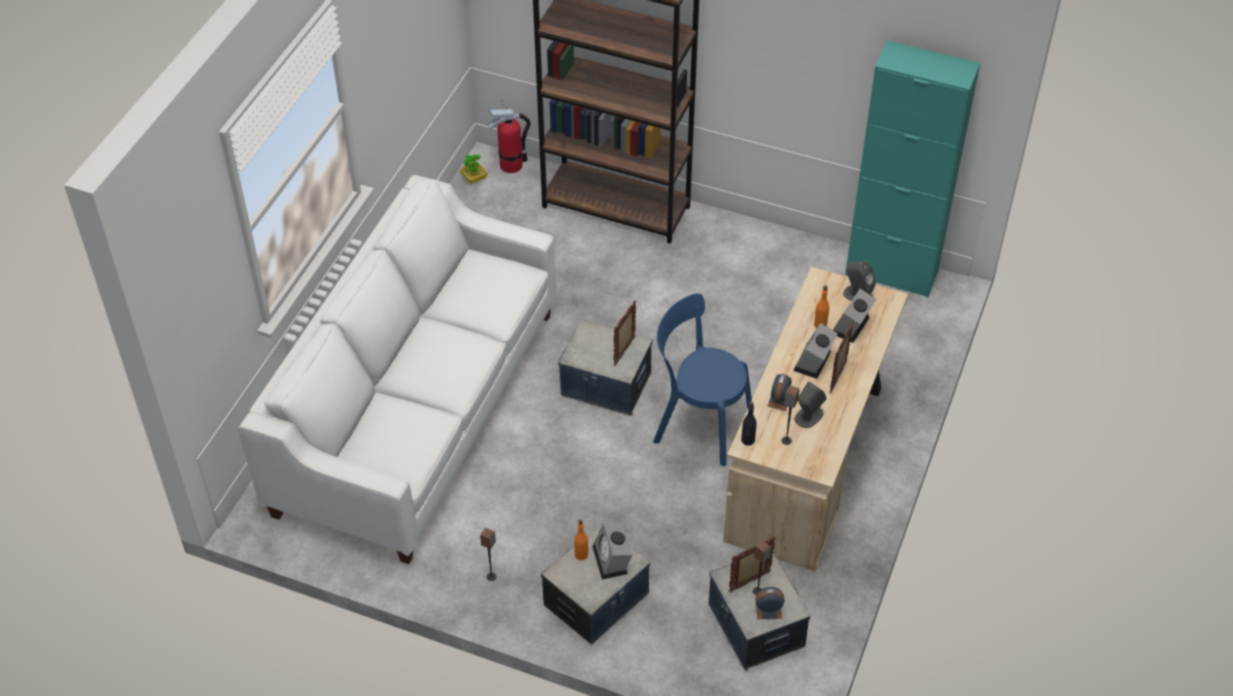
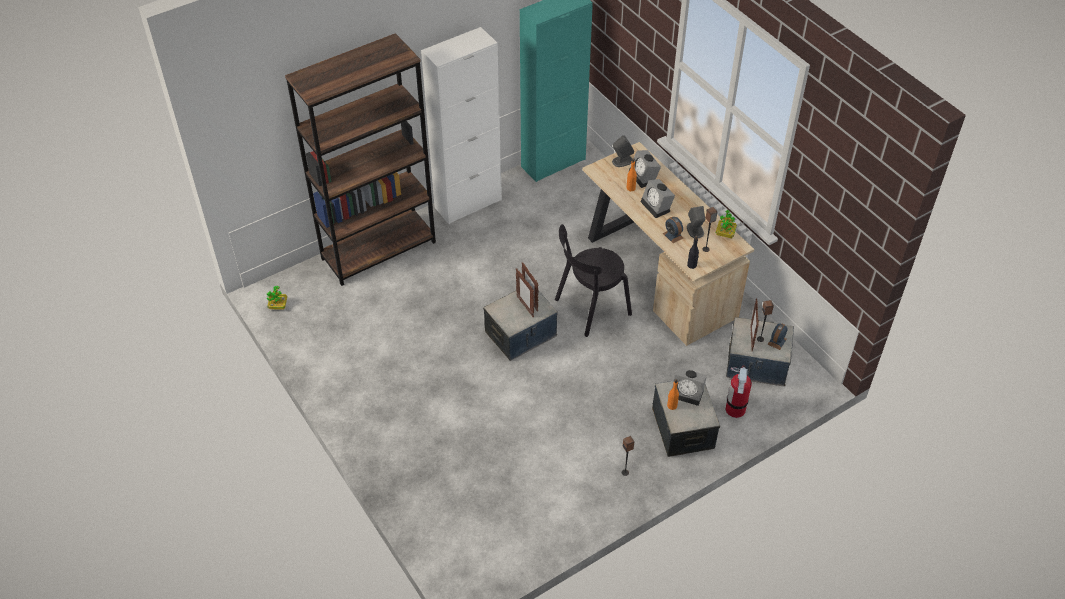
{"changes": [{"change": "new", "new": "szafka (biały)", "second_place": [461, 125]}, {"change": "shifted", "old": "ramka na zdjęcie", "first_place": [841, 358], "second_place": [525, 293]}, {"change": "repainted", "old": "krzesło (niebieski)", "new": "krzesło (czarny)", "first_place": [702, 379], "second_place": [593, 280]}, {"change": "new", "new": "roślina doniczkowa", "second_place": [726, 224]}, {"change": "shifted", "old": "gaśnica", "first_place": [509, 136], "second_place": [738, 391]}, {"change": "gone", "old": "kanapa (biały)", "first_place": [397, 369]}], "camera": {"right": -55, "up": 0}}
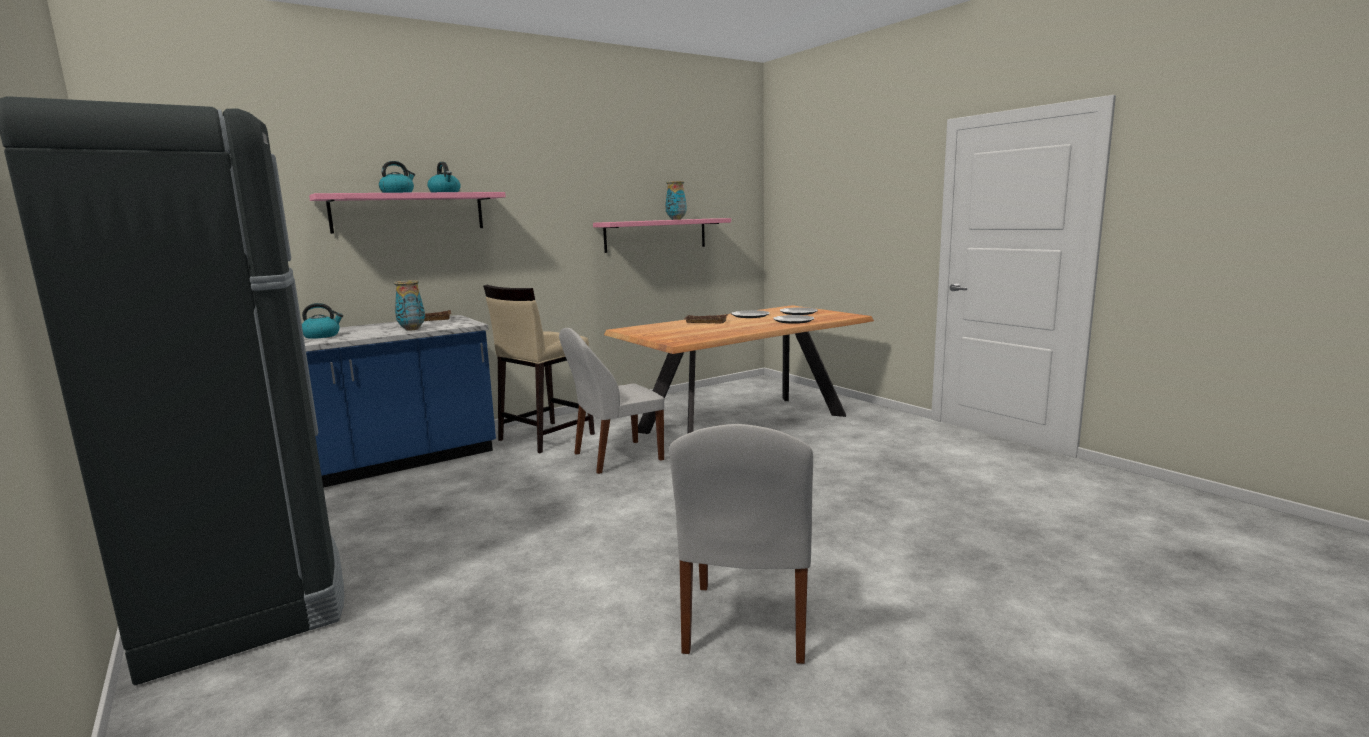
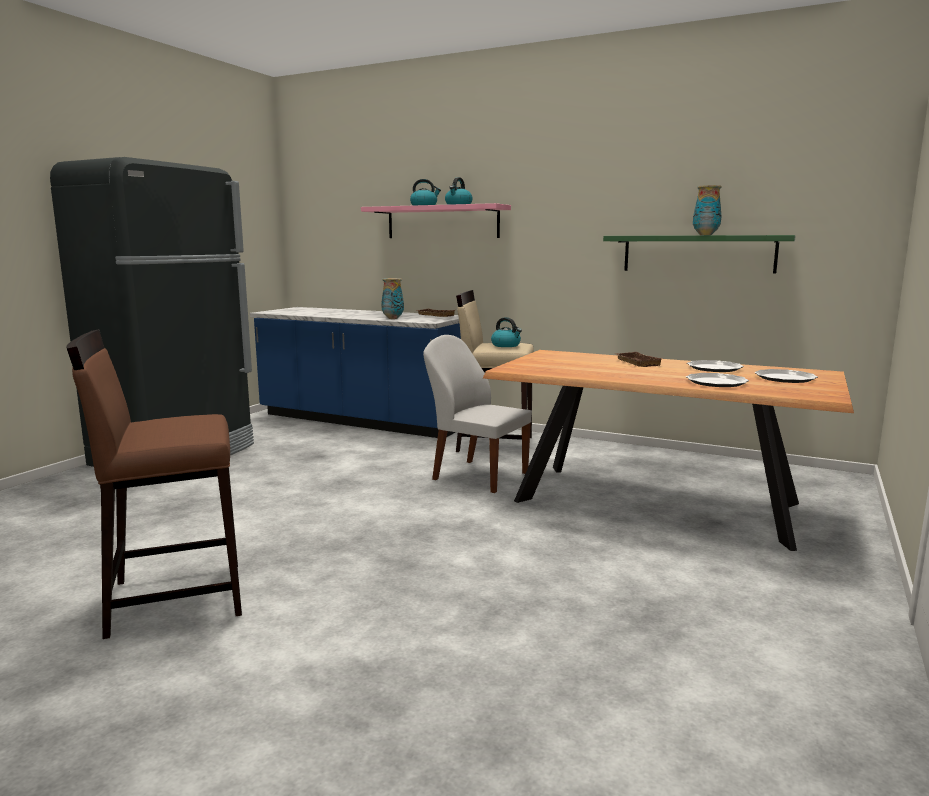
{"changes": [{"change": "swapped", "old": "krzesło (biały)", "new": "stołek (brązowy)", "first_place": [741, 544], "second_place": [154, 484]}, {"change": "shifted", "old": "czajnik", "first_place": [322, 321], "second_place": [506, 332]}, {"change": "repainted", "old": "półka (różowy)", "new": "półka (zielony)", "first_place": [662, 235], "second_place": [699, 254]}], "camera": {"right": 60, "up": 0}}
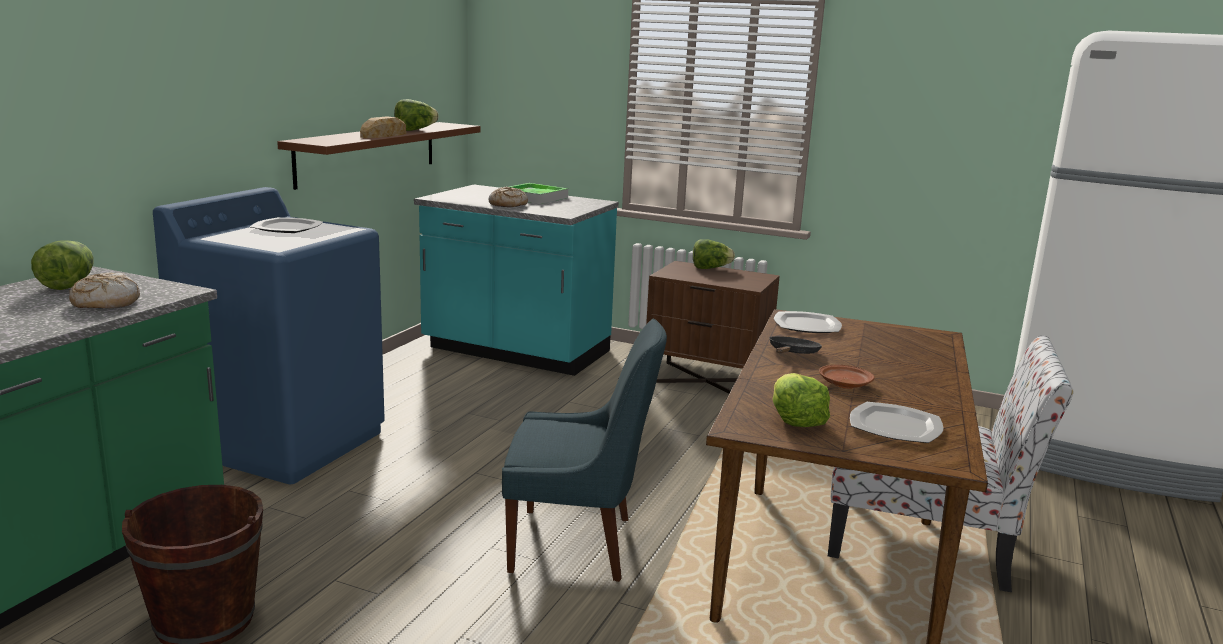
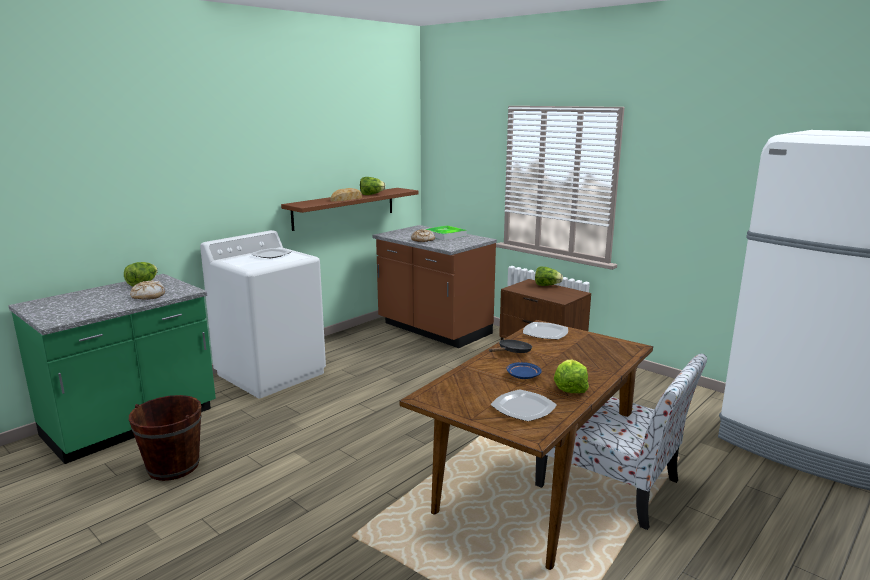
{"changes": [{"change": "repainted", "old": "pralka (niebieski)", "new": "pralka (biały)", "first_place": [269, 335], "second_place": [263, 314]}, {"change": "repainted", "old": "zabudowa kuchenna (turkusowy)", "new": "zabudowa kuchenna (brązowy)", "first_place": [516, 280], "second_place": [434, 286]}, {"change": "repainted", "old": "talerz (brązowy)", "new": "talerz (niebieski)", "first_place": [847, 377], "second_place": [524, 370]}, {"change": "shifted", "old": "sałata", "first_place": [801, 400], "second_place": [571, 376]}, {"change": "gone", "old": "krzesło (niebieski)", "first_place": [584, 450]}], "camera": {"right": 20, "up": 0}}
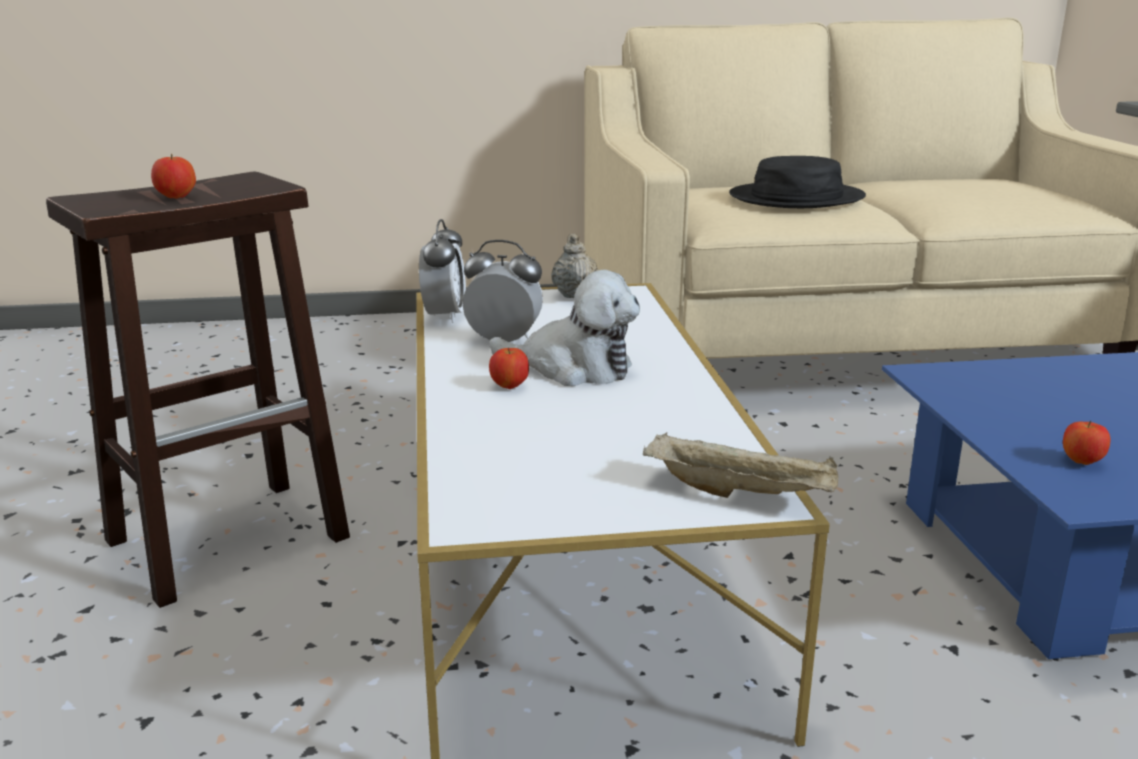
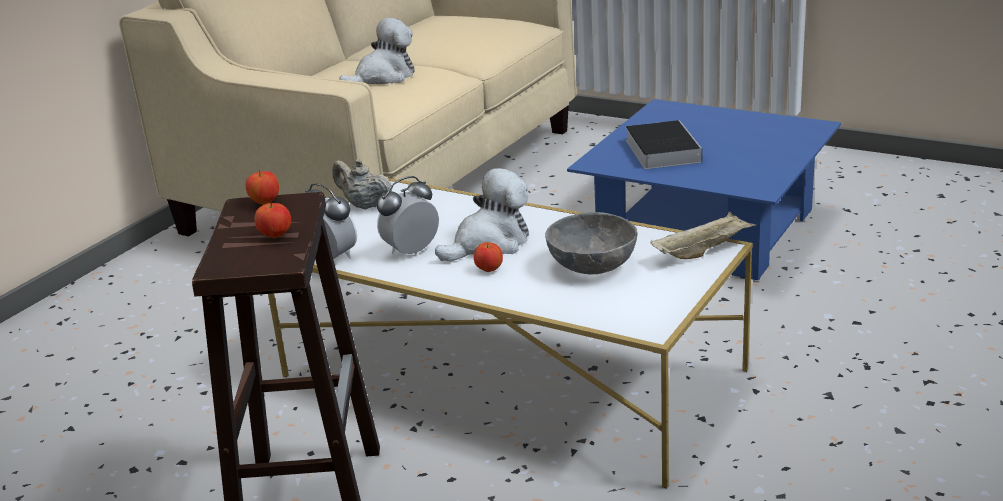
{"changes": [{"change": "shifted", "old": "jabłko", "first_place": [1086, 442], "second_place": [262, 187]}, {"change": "swapped", "old": "kapelusz (czarny)", "new": "pluszak", "first_place": [797, 182], "second_place": [377, 51]}, {"change": "new", "new": "miska (szary)", "second_place": [591, 243]}, {"change": "new", "new": "książka", "second_place": [664, 144]}], "camera": {"right": -50, "up": 5}}
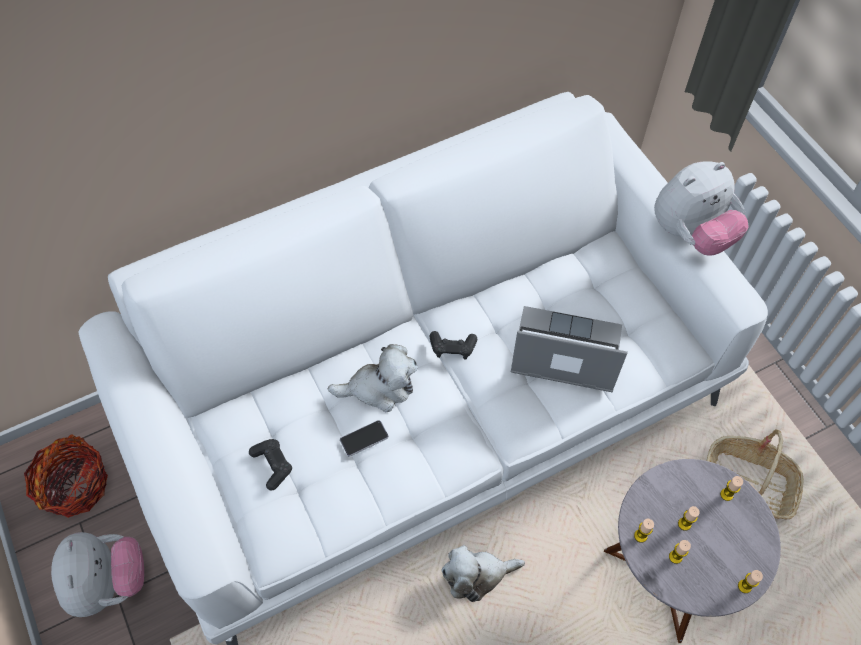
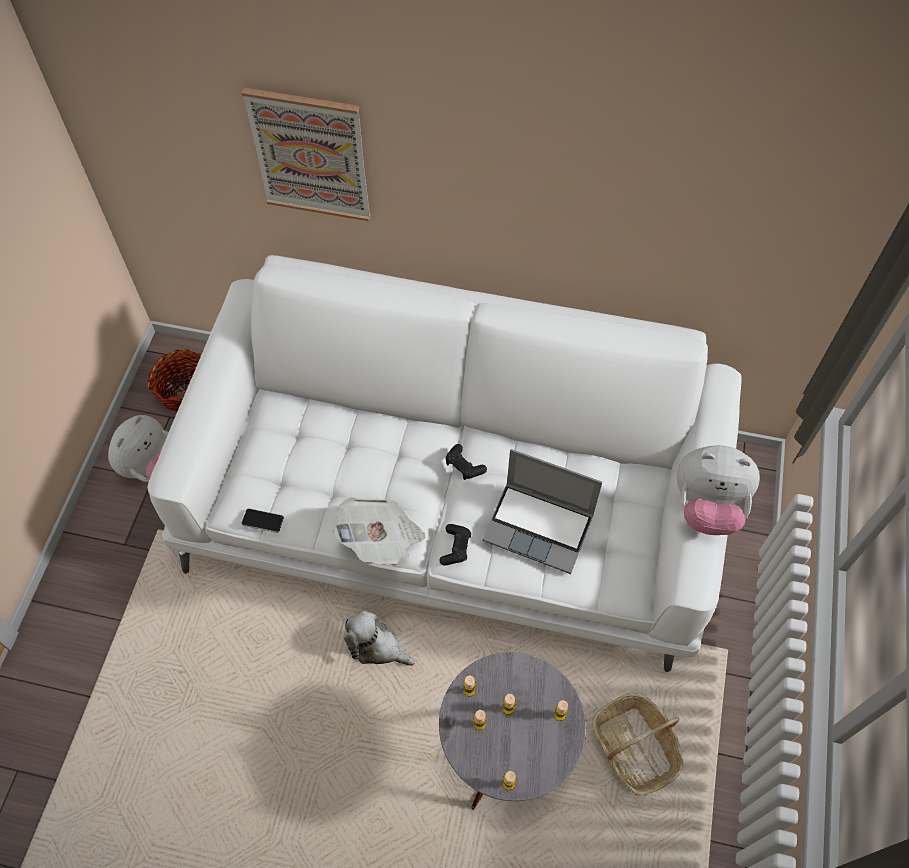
{"changes": [{"change": "shifted", "old": "telefon", "first_place": [364, 438], "second_place": [262, 520]}, {"change": "new", "new": "obraz", "second_place": [306, 154]}, {"change": "new", "new": "gazeta", "second_place": [379, 531]}, {"change": "shifted", "old": "pad do gier (czarny)", "first_place": [270, 465], "second_place": [455, 545]}, {"change": "rotated", "old": "laptop", "first_place": [569, 349], "second_place": [542, 511], "degrees": 150}, {"change": "gone", "old": "pluszak", "first_place": [373, 378]}], "camera": {"right": 40, "up": 0}}
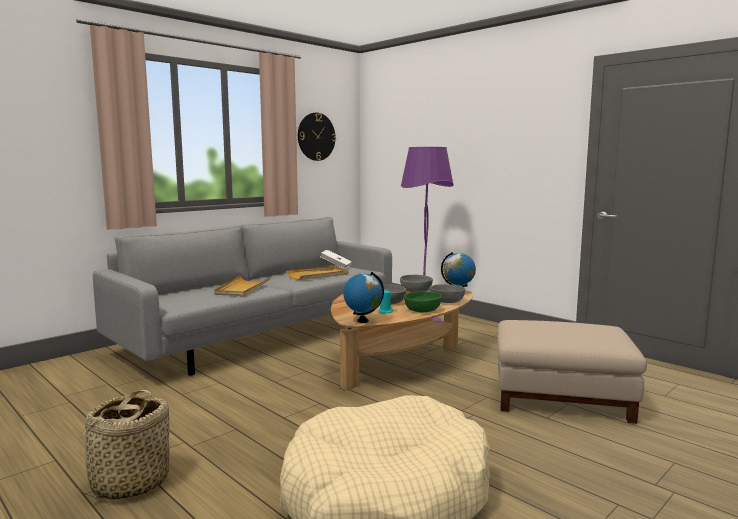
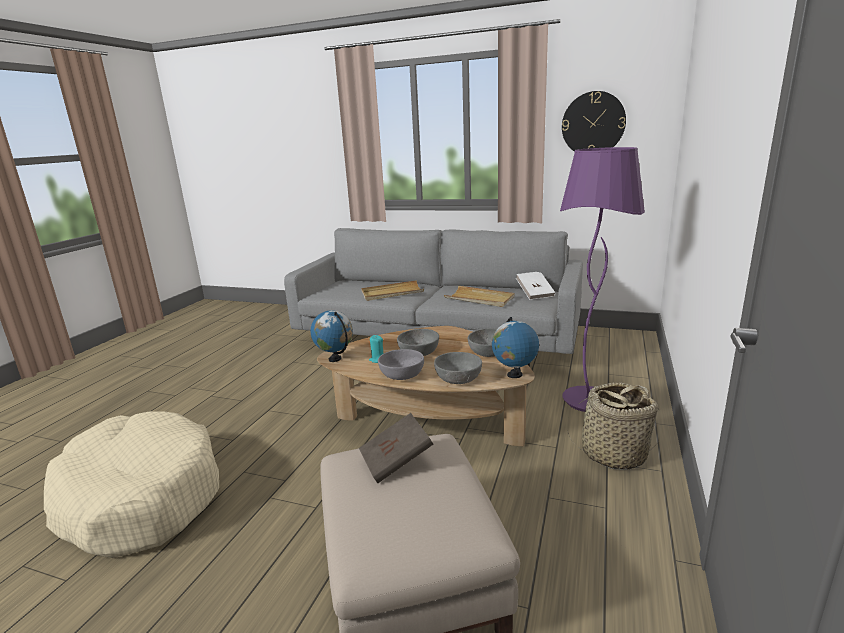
{"changes": [{"change": "new", "new": "książka (brązowy)", "second_place": [396, 448]}, {"change": "repainted", "old": "miska (zielony)", "new": "miska (szary)", "first_place": [423, 302], "second_place": [401, 364]}, {"change": "shifted", "old": "koszyk", "first_place": [120, 445], "second_place": [613, 426]}], "camera": {"right": 65, "up": 10}}
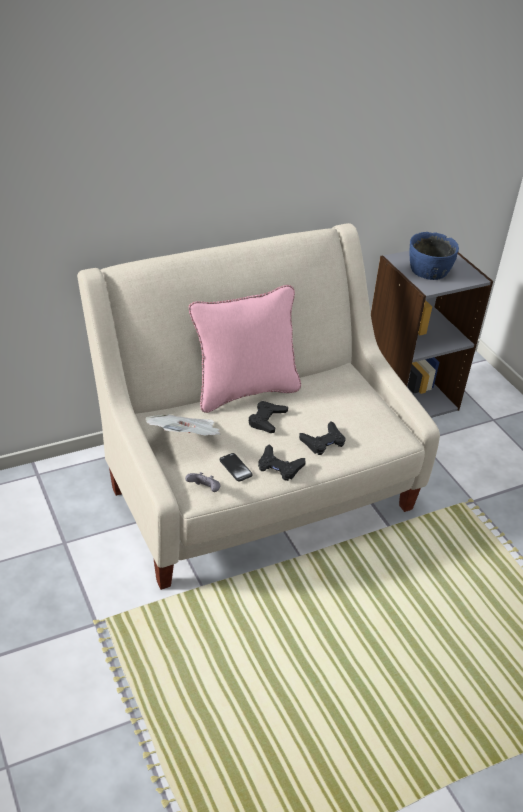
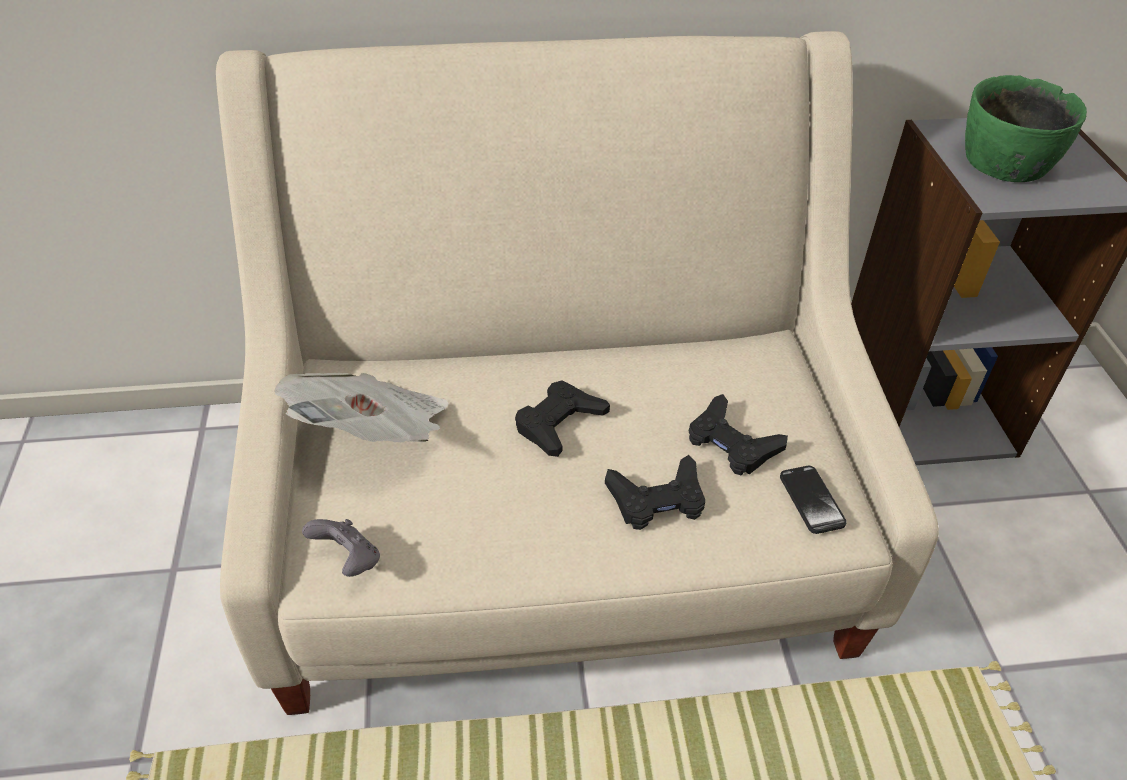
{"changes": [{"change": "shifted", "old": "pad do gier (czarny)", "first_place": [281, 462], "second_place": [738, 434]}, {"change": "shifted", "old": "telefon", "first_place": [236, 467], "second_place": [813, 500]}, {"change": "repainted", "old": "miska (niebieski)", "new": "miska (zielony)", "first_place": [434, 256], "second_place": [1026, 128]}, {"change": "gone", "old": "poduszka (różowy)", "first_place": [245, 349]}], "camera": {"right": 20, "up": 5}}
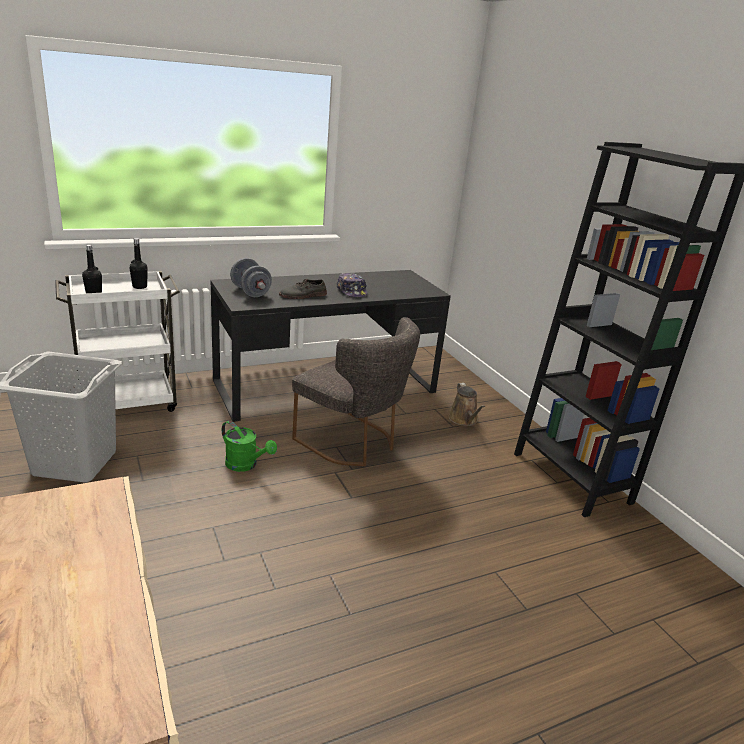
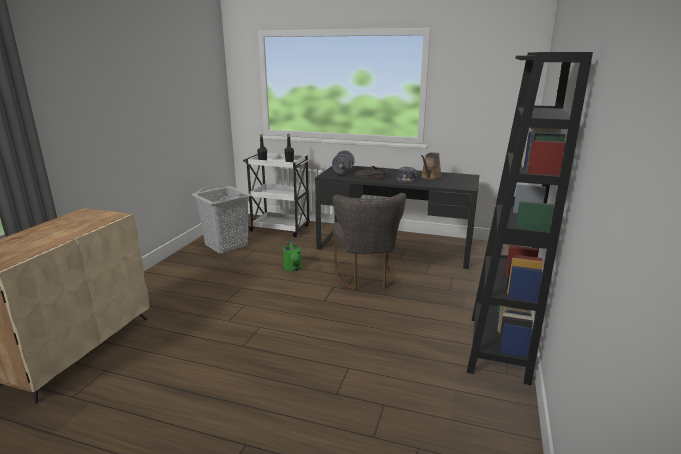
{"changes": [{"change": "shifted", "old": "konewka (brązowy)", "first_place": [466, 404], "second_place": [431, 166]}], "camera": {"right": 45, "up": -5}}
